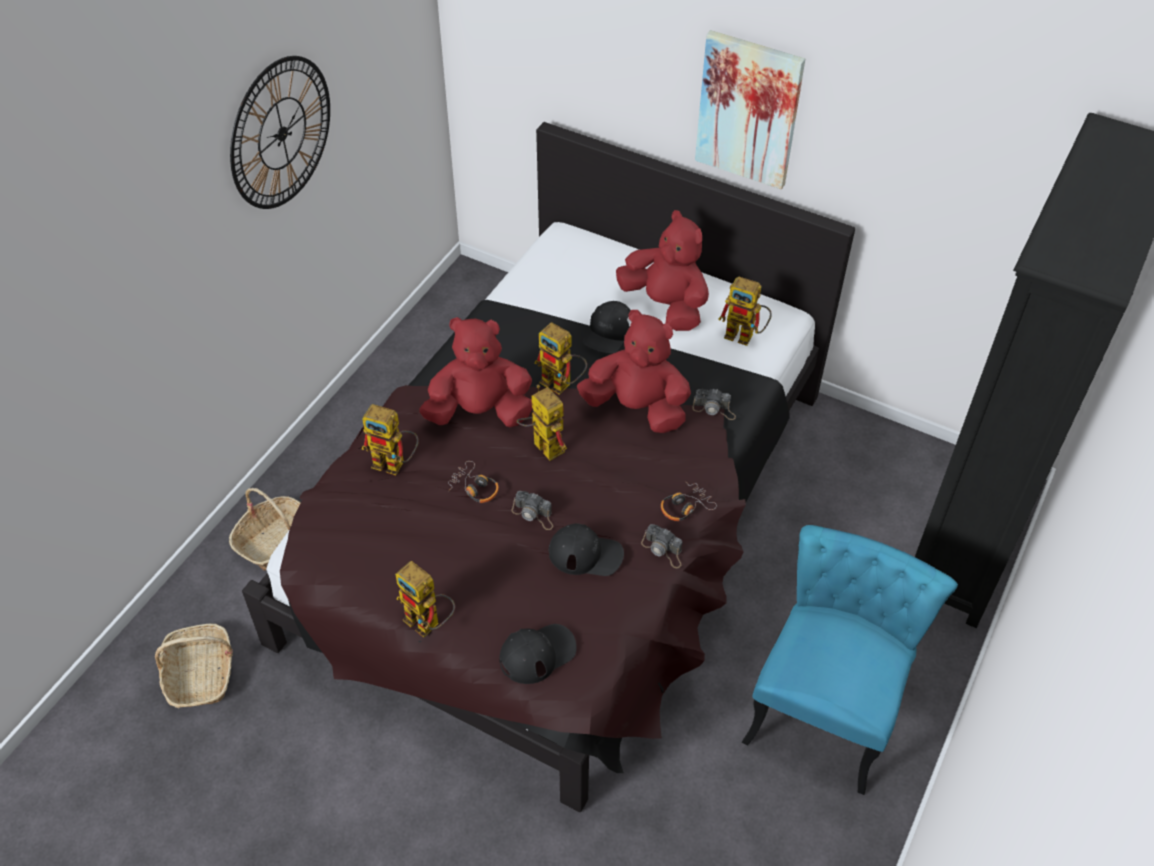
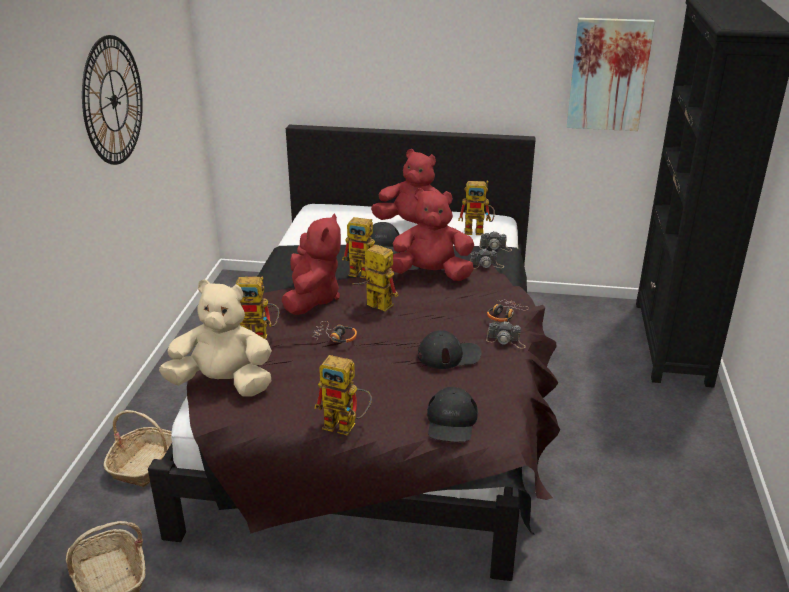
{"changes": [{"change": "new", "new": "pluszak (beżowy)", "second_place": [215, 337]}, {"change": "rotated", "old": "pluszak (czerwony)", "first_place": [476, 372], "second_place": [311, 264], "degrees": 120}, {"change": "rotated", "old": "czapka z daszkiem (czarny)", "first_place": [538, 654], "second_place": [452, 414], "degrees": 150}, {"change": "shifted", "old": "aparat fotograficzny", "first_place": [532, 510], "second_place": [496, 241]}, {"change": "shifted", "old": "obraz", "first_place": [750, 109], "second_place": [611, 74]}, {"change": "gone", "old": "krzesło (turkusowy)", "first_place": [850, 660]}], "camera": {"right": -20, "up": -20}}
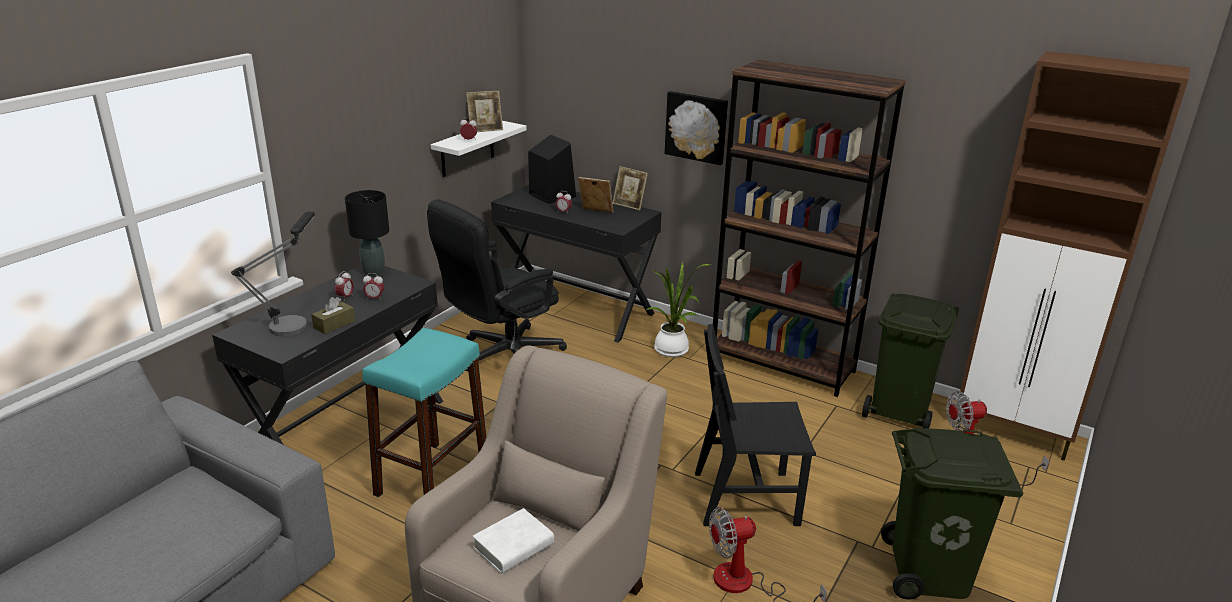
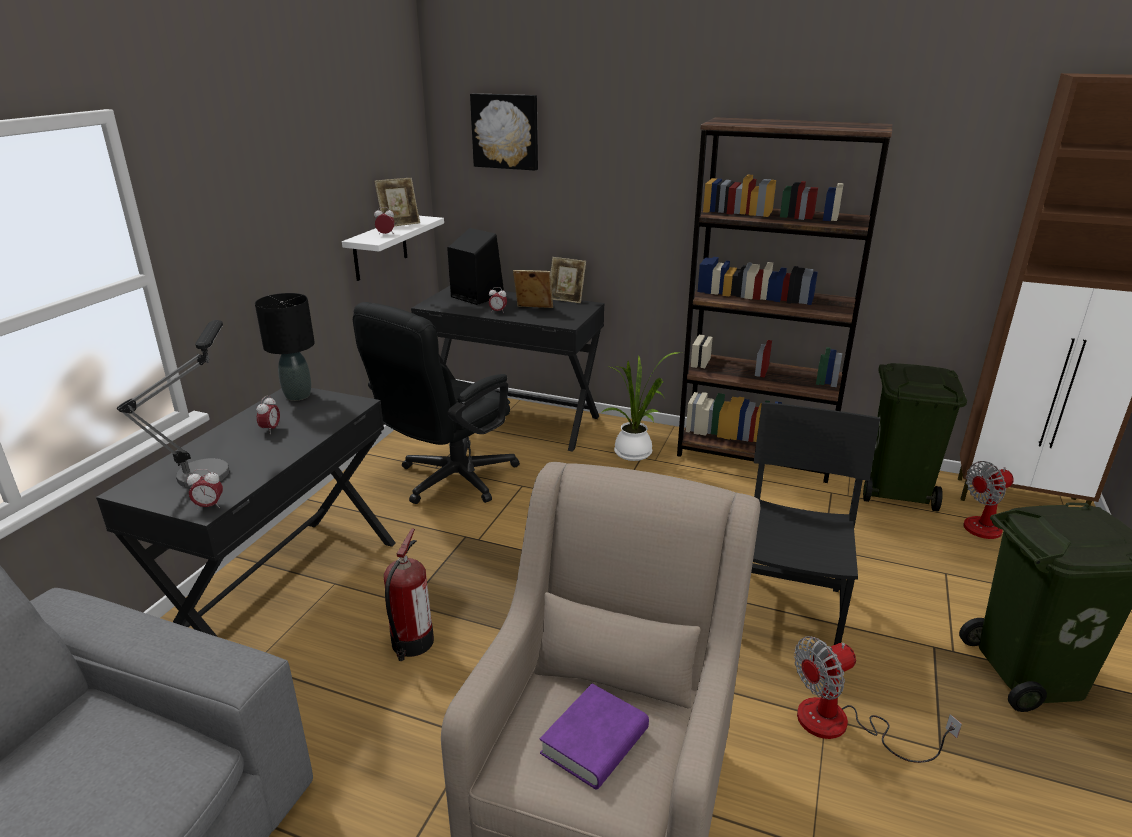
{"changes": [{"change": "shifted", "old": "budzik", "first_place": [373, 286], "second_place": [205, 489]}, {"change": "swapped", "old": "stołek (turkusowy)", "new": "gaśnica", "first_place": [424, 412], "second_place": [409, 594]}, {"change": "shifted", "old": "obraz", "first_place": [696, 128], "second_place": [504, 132]}, {"change": "repainted", "old": "książka (biały)", "new": "książka (fioletowy)", "first_place": [513, 541], "second_place": [594, 737]}, {"change": "rotated", "old": "krzesło (czarny)", "first_place": [755, 425], "second_place": [815, 523], "degrees": 120}, {"change": "gone", "old": "pudełko chusteczek (brązowy)", "first_place": [333, 315]}], "camera": {"right": -10, "up": 0}}
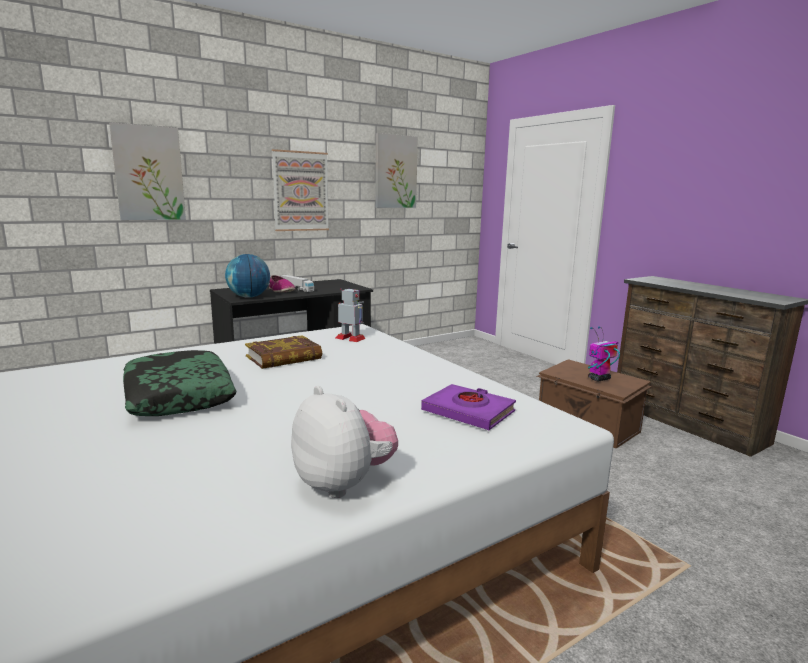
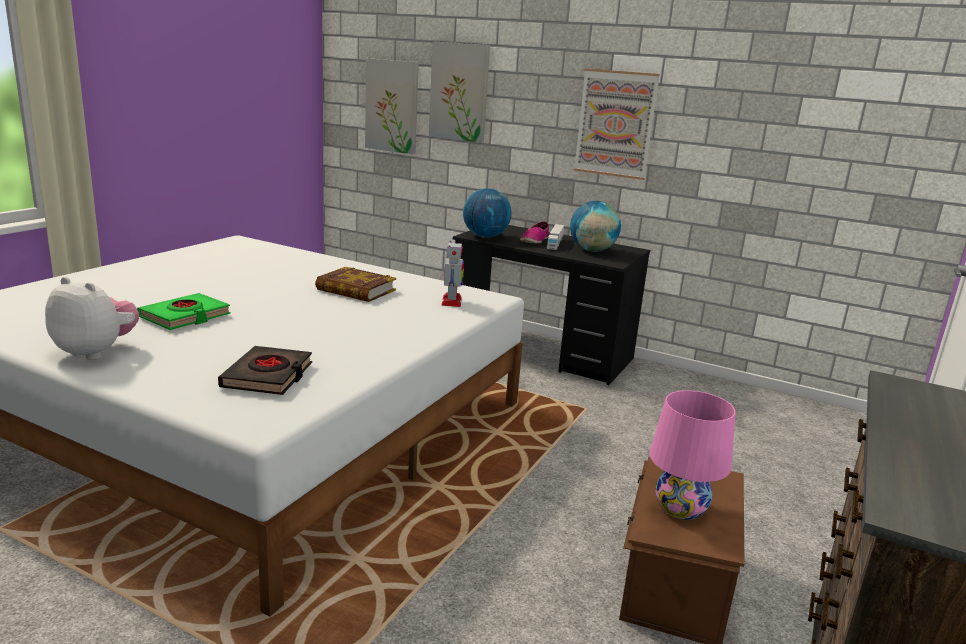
{"changes": [{"change": "rotated", "old": "pluszak", "first_place": [344, 442], "second_place": [92, 318], "degrees": -90}, {"change": "new", "new": "książka (zielony)", "second_place": [184, 311]}, {"change": "repainted", "old": "książka (fioletowy)", "new": "książka (czarny)", "first_place": [468, 407], "second_place": [265, 370]}, {"change": "shifted", "old": "obraz", "first_place": [396, 170], "second_place": [392, 106]}, {"change": "new", "new": "globus", "second_place": [595, 226]}, {"change": "swapped", "old": "robot zabawkowy", "new": "lampa stołowa (różowy)", "first_place": [604, 353], "second_place": [692, 455]}, {"change": "gone", "old": "poduszka", "first_place": [179, 383]}], "camera": {"right": 60, "up": 5}}
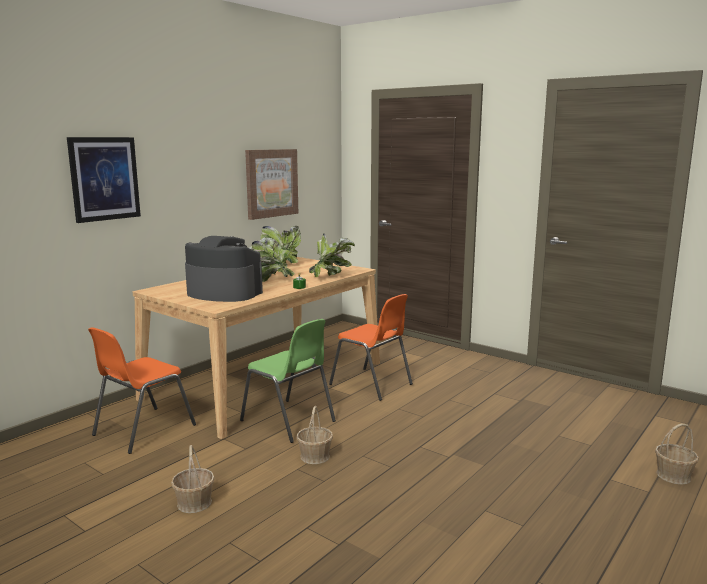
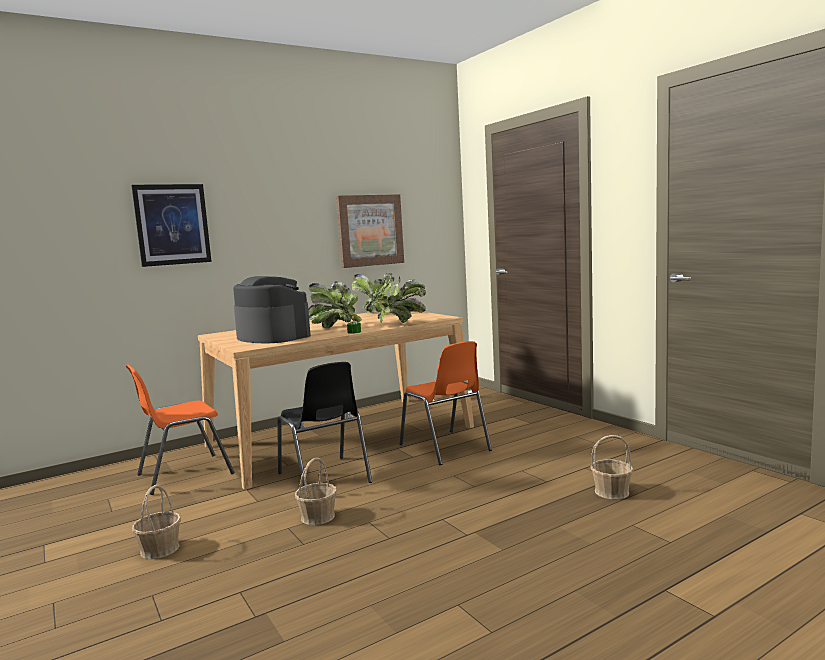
{"changes": [{"change": "repainted", "old": "krzesło (zielony)", "new": "krzesło (czarny)", "first_place": [288, 381], "second_place": [324, 424]}, {"change": "shifted", "old": "koszyk", "first_place": [677, 454], "second_place": [612, 467]}], "camera": {"right": 20, "up": -5}}
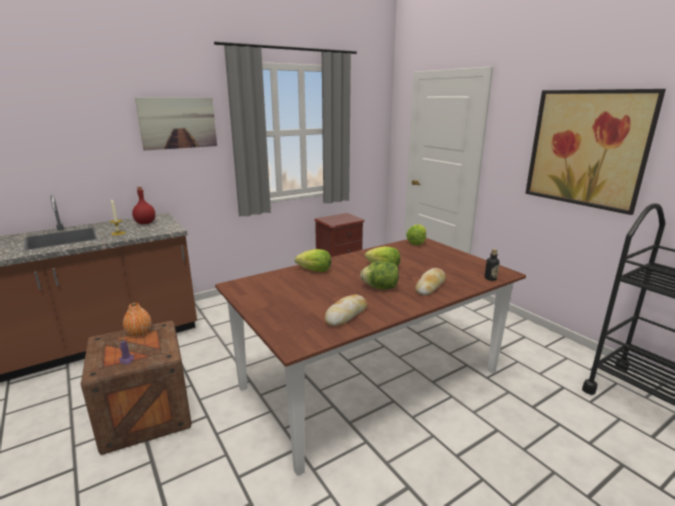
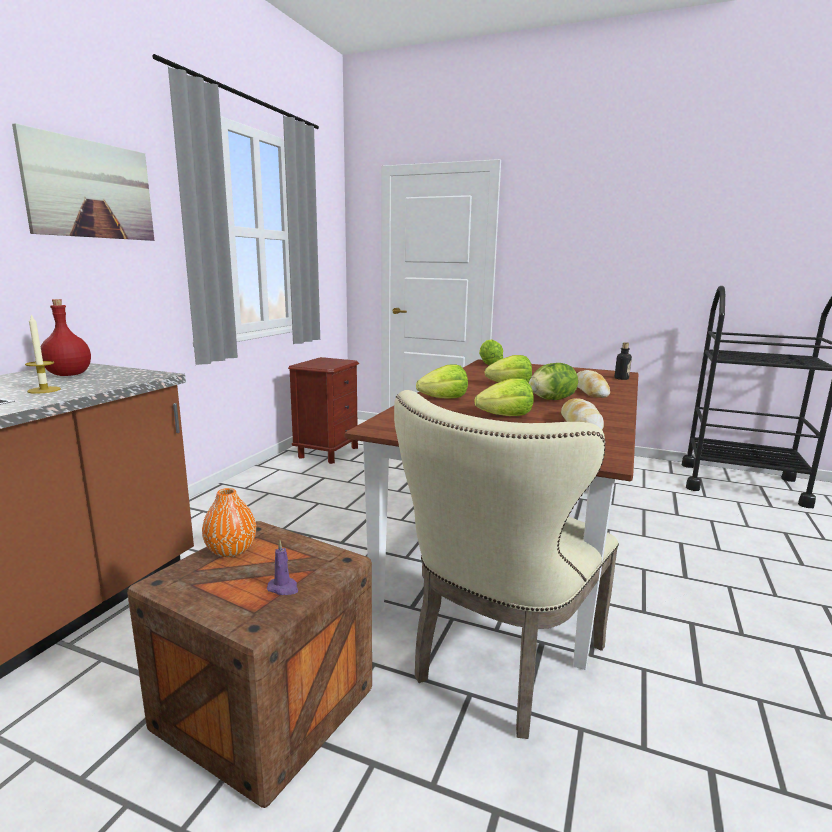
{"changes": [{"change": "new", "new": "krzesło (beżowy)", "second_place": [506, 564]}, {"change": "new", "new": "sałata", "second_place": [504, 397]}, {"change": "gone", "old": "obraz", "first_place": [595, 152]}], "camera": {"right": -35, "up": -5}}
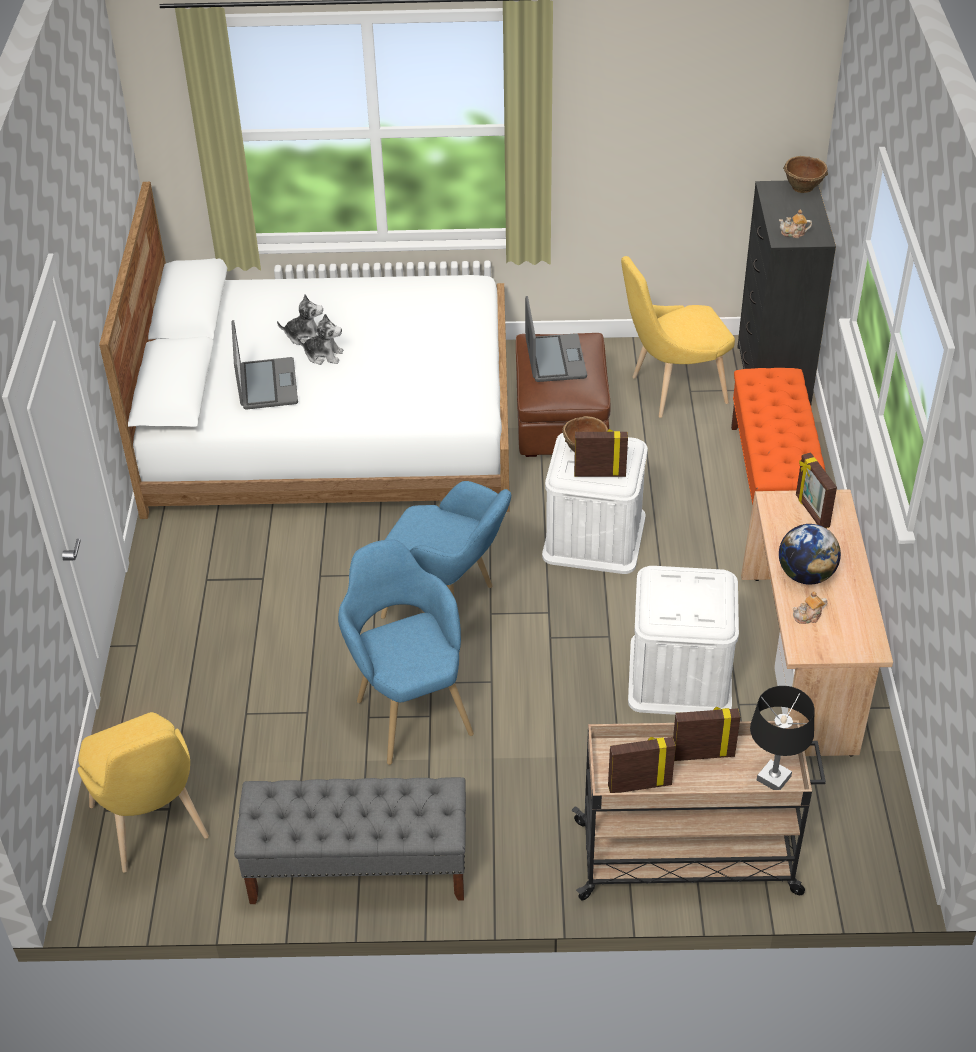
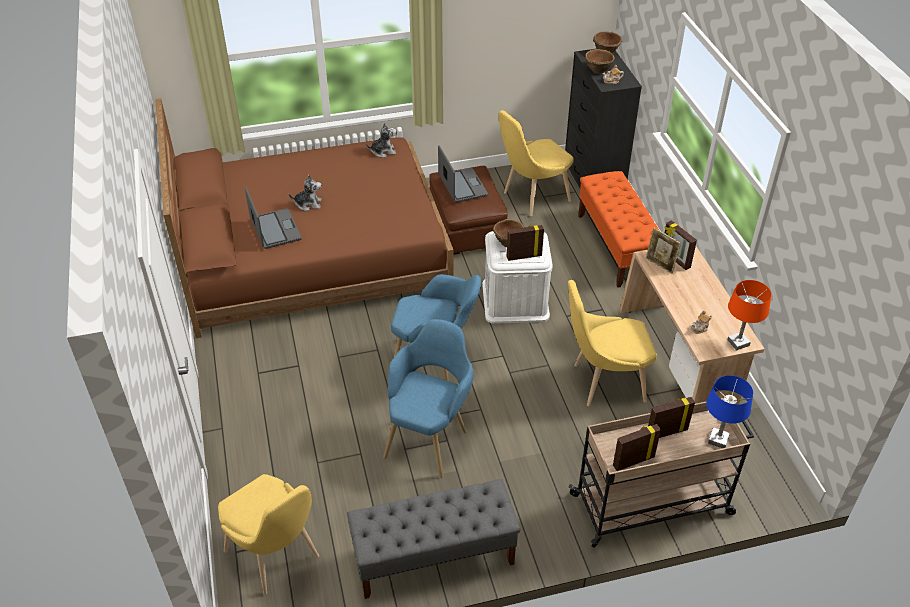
{"changes": [{"change": "repainted", "old": "łóżko (biały)", "new": "łóżko (brązowy)", "first_place": [304, 350], "second_place": [304, 218]}, {"change": "shifted", "old": "pluszak", "first_place": [300, 319], "second_place": [381, 140]}, {"change": "rotated", "old": "fotel (niebieski)", "first_place": [406, 652], "second_place": [428, 398], "degrees": 60}, {"change": "swapped", "old": "pojemnik do przechowywania (biały)", "new": "krzesło (żółty)", "first_place": [683, 640], "second_place": [612, 343]}, {"change": "new", "new": "miska (brązowy)", "second_place": [600, 61]}, {"change": "new", "new": "ramka na zdjęcie", "second_place": [663, 251]}, {"change": "repainted", "old": "lampa stołowa (czarny)", "new": "lampa stołowa (niebieski)", "first_place": [782, 738], "second_place": [729, 411]}, {"change": "new", "new": "lampa stołowa (pomarańczowy)", "second_place": [749, 315]}, {"change": "gone", "old": "globus", "first_place": [810, 554]}], "camera": {"right": -15, "up": 0}}
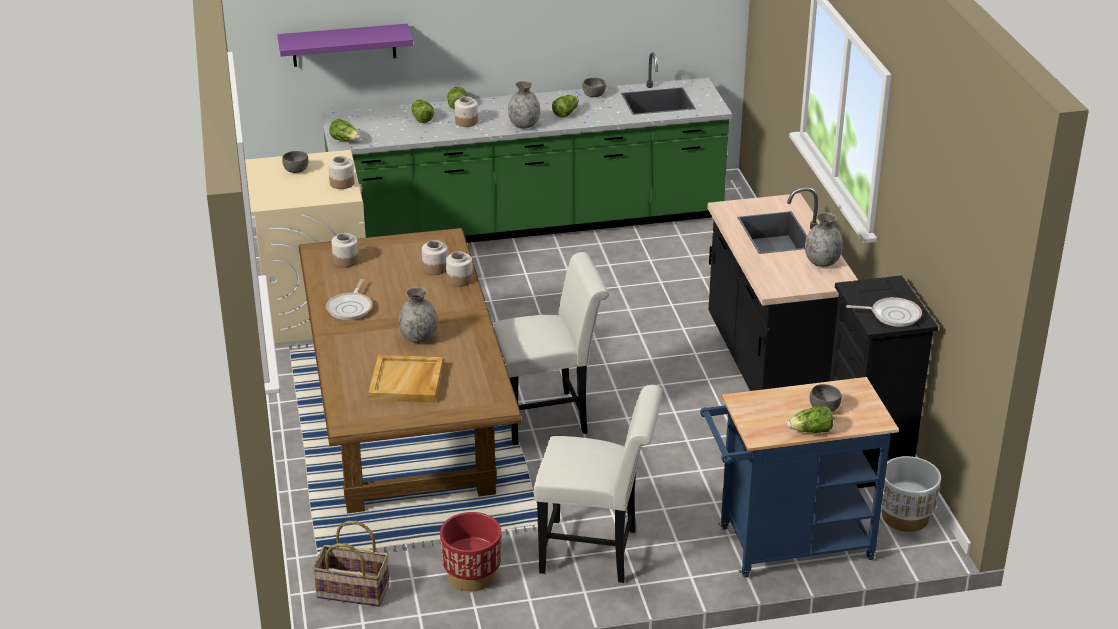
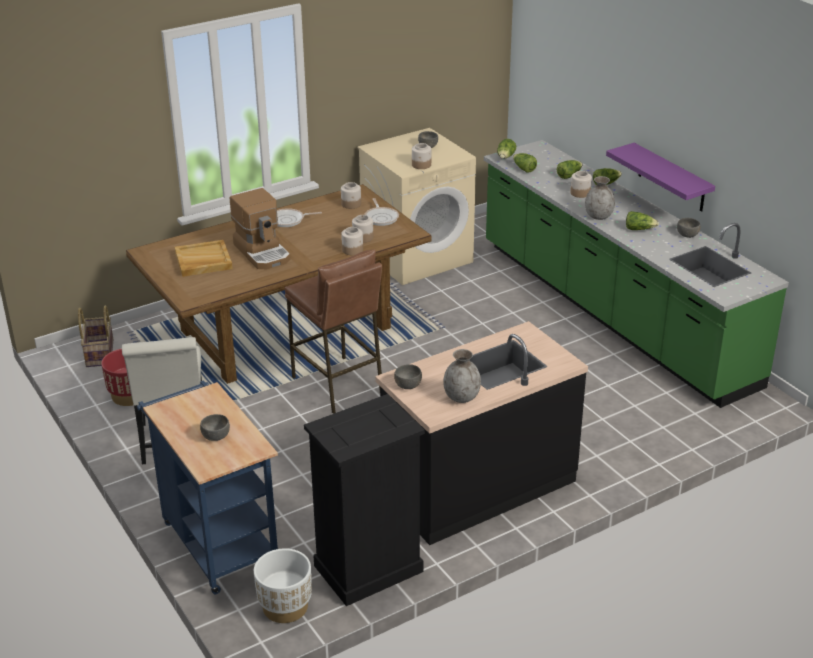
{"changes": [{"change": "swapped", "old": "wazon (szary)", "new": "ekspres do kawy", "first_place": [418, 315], "second_place": [260, 228]}, {"change": "swapped", "old": "krzesło (biały)", "new": "stołek (brązowy)", "first_place": [550, 348], "second_place": [333, 331]}, {"change": "shifted", "old": "patelnia", "first_place": [884, 312], "second_place": [381, 212]}, {"change": "new", "new": "miska (szary)", "second_place": [408, 376]}, {"change": "shifted", "old": "sałata", "first_place": [810, 419], "second_place": [525, 163]}, {"change": "shifted", "old": "półka (fioletowy)", "first_place": [345, 45], "second_place": [660, 177]}], "camera": {"right": 70, "up": 0}}
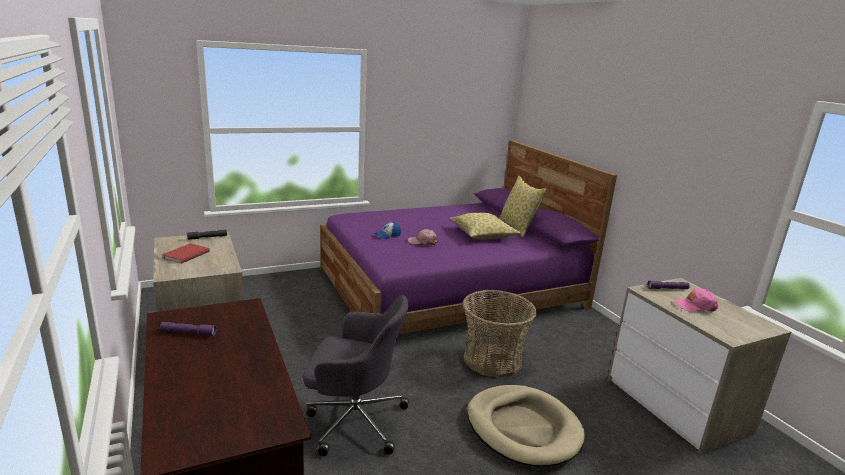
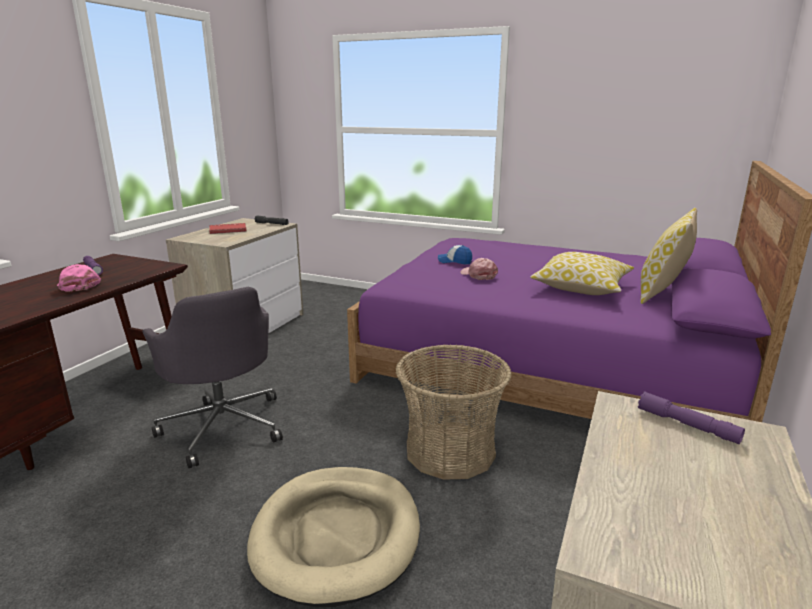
{"changes": [{"change": "shifted", "old": "czapka z daszkiem (różowy)", "first_place": [696, 300], "second_place": [79, 278]}], "camera": {"right": 50, "up": 0}}
